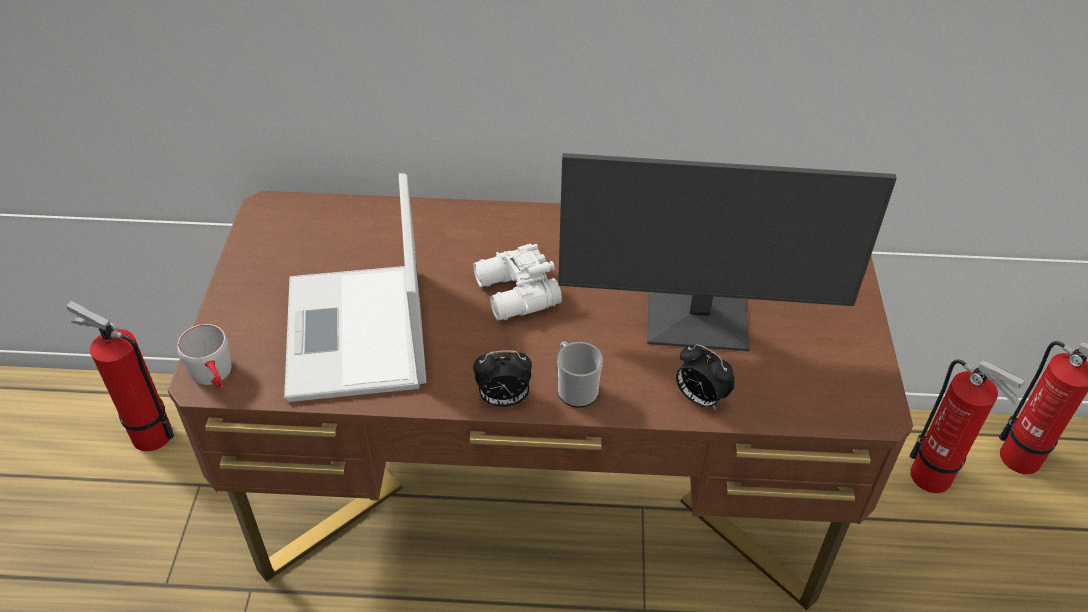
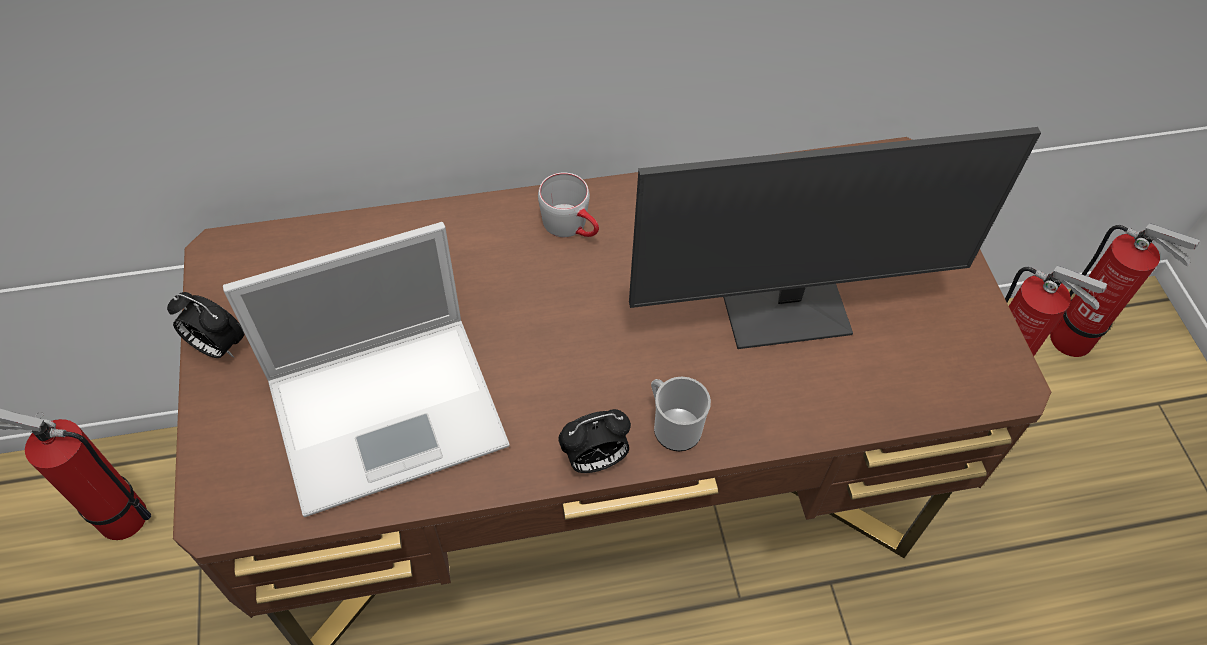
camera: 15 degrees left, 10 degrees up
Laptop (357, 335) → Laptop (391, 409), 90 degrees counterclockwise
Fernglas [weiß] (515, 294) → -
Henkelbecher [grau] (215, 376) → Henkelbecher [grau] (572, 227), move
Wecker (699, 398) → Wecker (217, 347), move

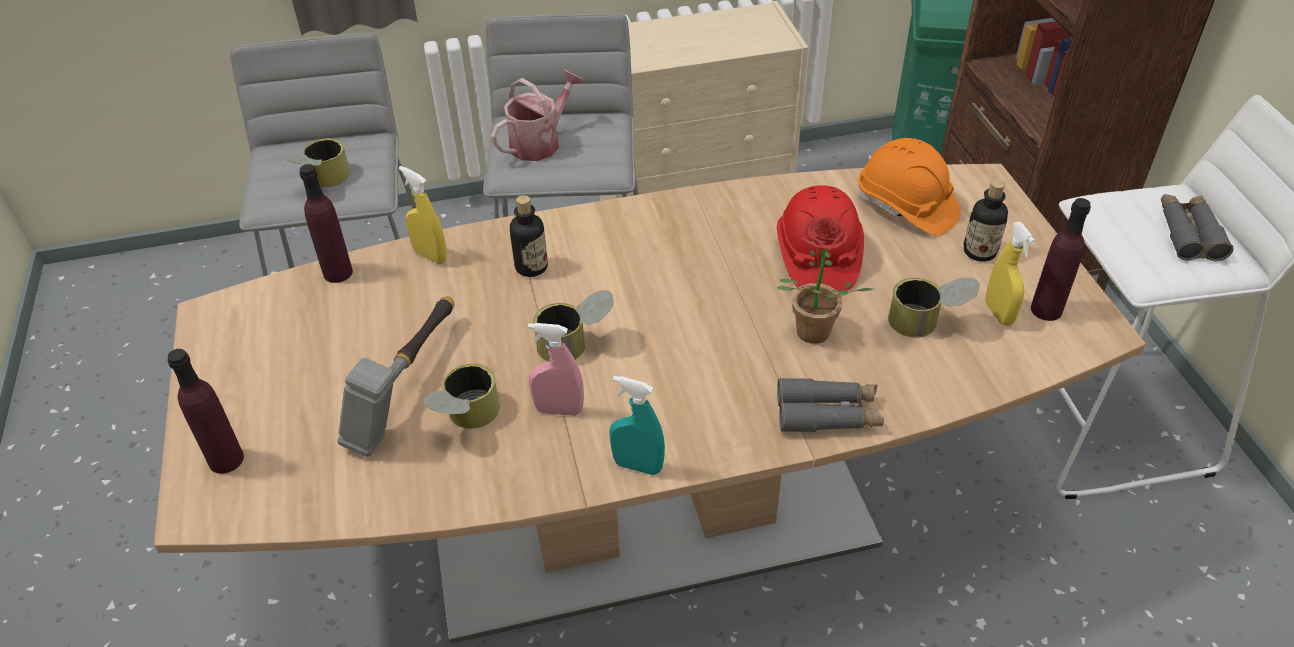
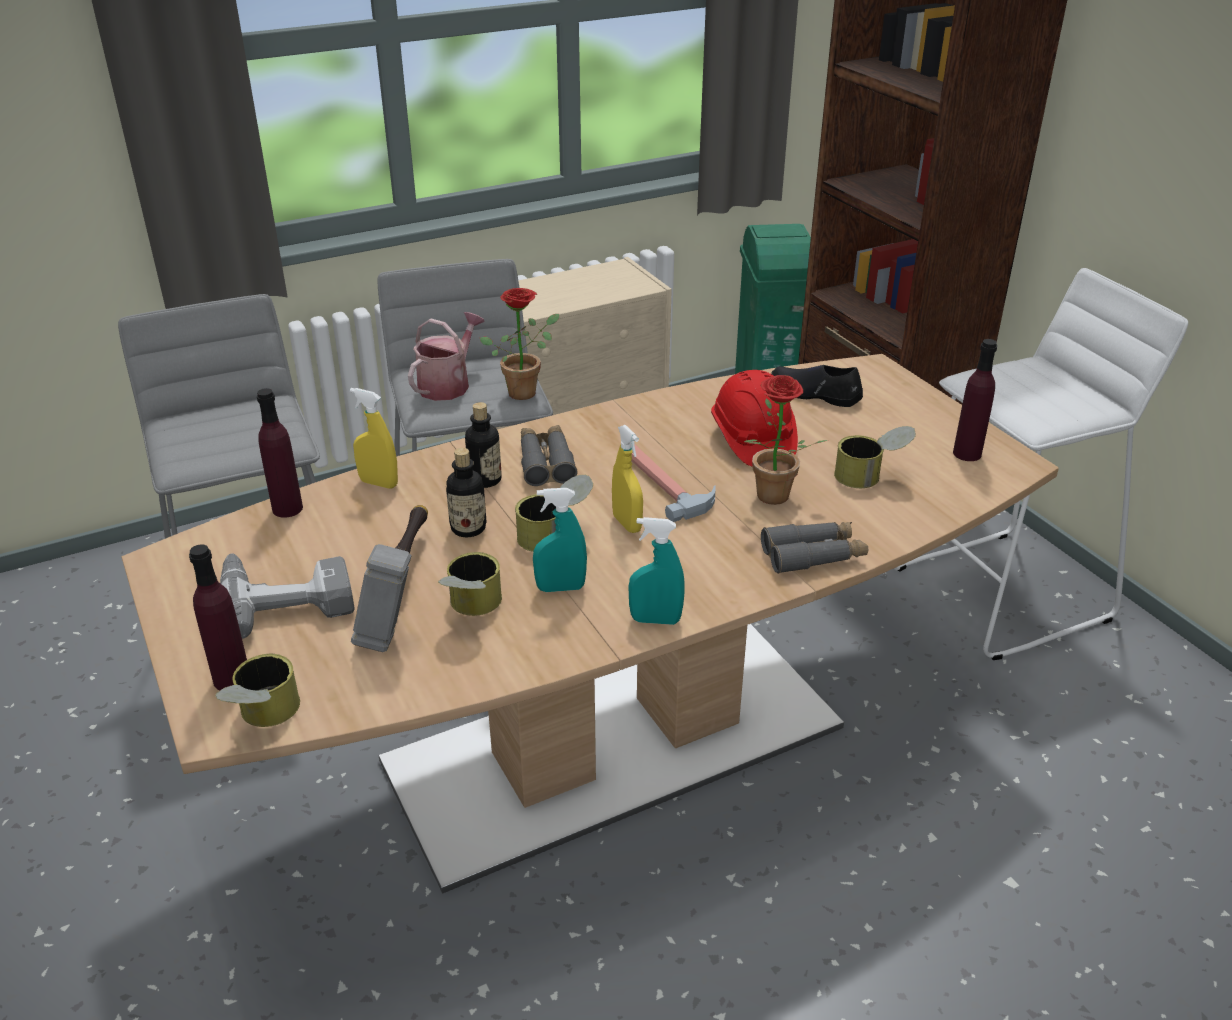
camera: 15 degrees left, 10 degrees down
Dose (322, 182) → Dose (263, 719), move
Schutzhelm [orange] (906, 207) → Schuh [schwarz] (814, 393)
Flasche (979, 252) → Flasche (468, 528), move
Fernglas [grau] (1188, 234) → Fernglas [grau] (546, 462), move
Sprühflasche [gelb] (998, 313) → Sprühflasche [gelb] (627, 524), move
Sprühflasche [rosa] (559, 410) → Sprühflasche [türkis] (560, 588)
- → Topfpflanze (526, 391)
- → Hammer (665, 483)
- → Bohrmaschine (286, 596)

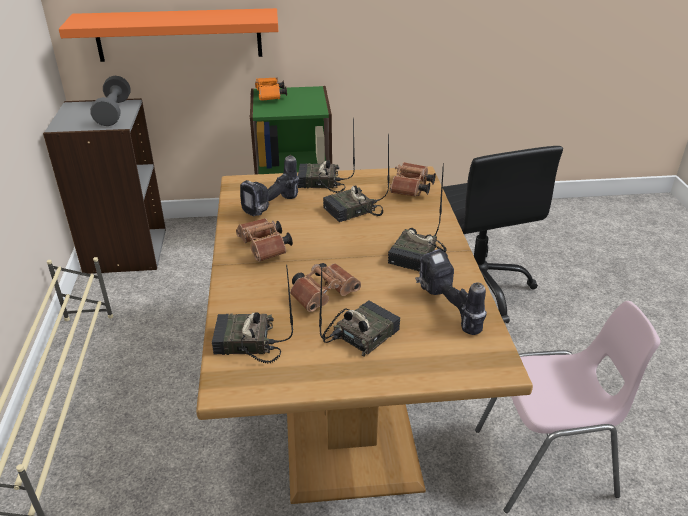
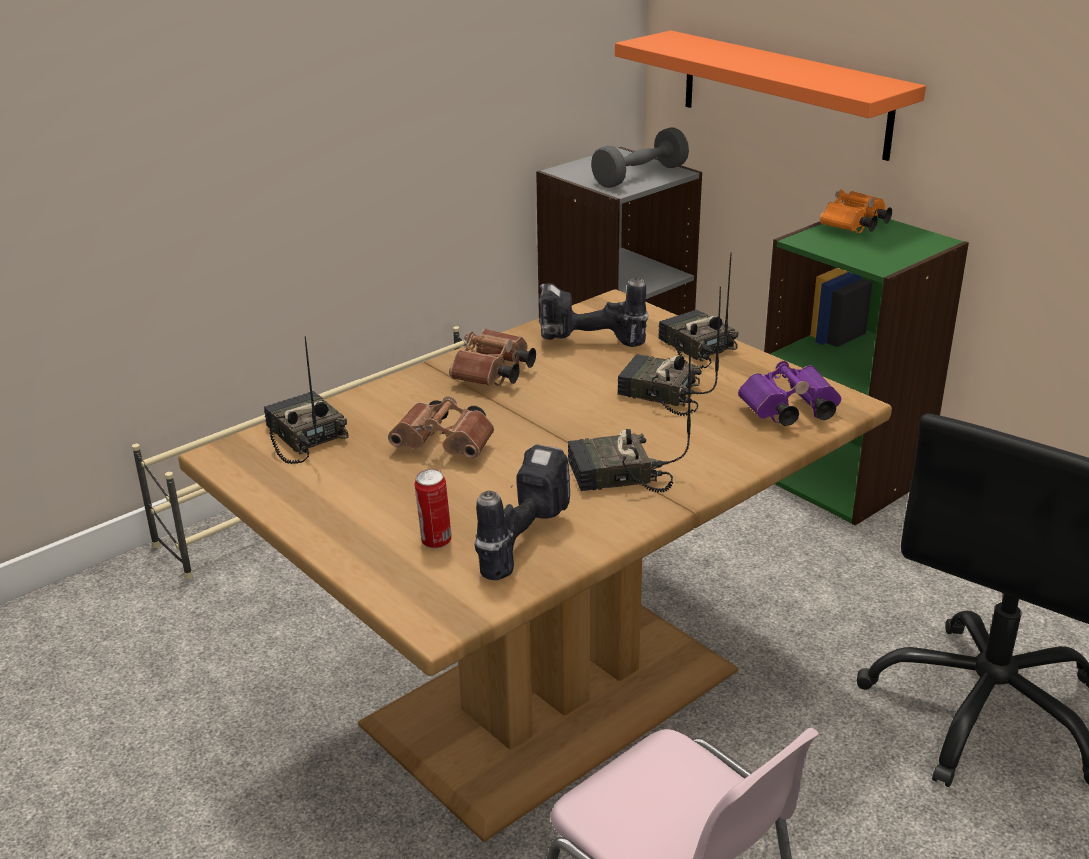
camera: 55 degrees right, 5 degrees down
Fernglas [braun] (411, 190) → Fernglas [lila] (787, 413)
Radio (360, 334) → -
- → Dose (435, 542)

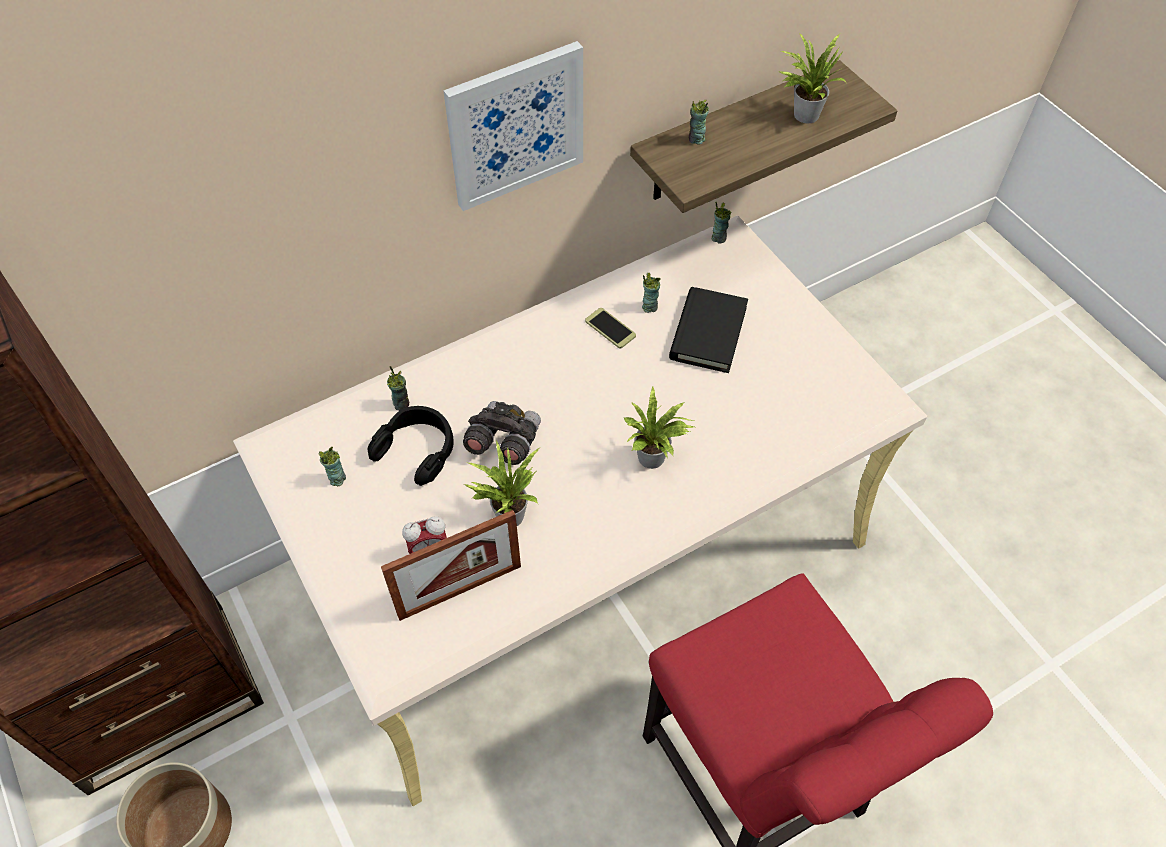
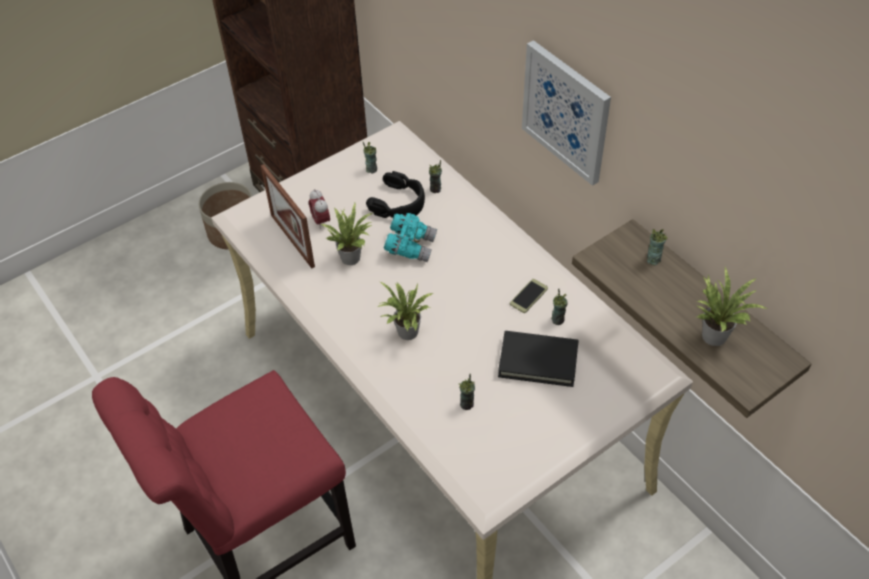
camera: 85 degrees right, 5 degrees down
Tasse (719, 237) → Tasse (467, 404), move
Fernglas [grau] (503, 442) → Fernglas [türkis] (410, 246)

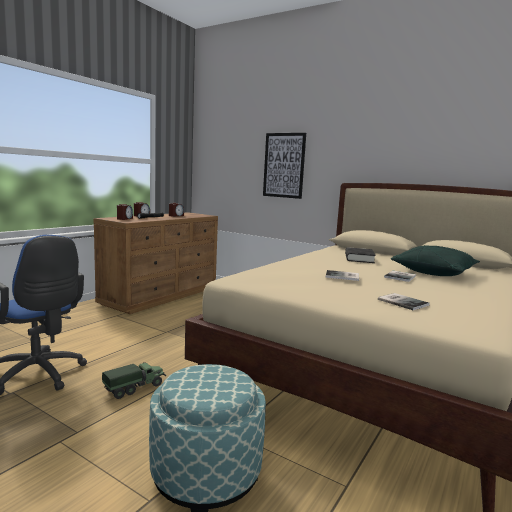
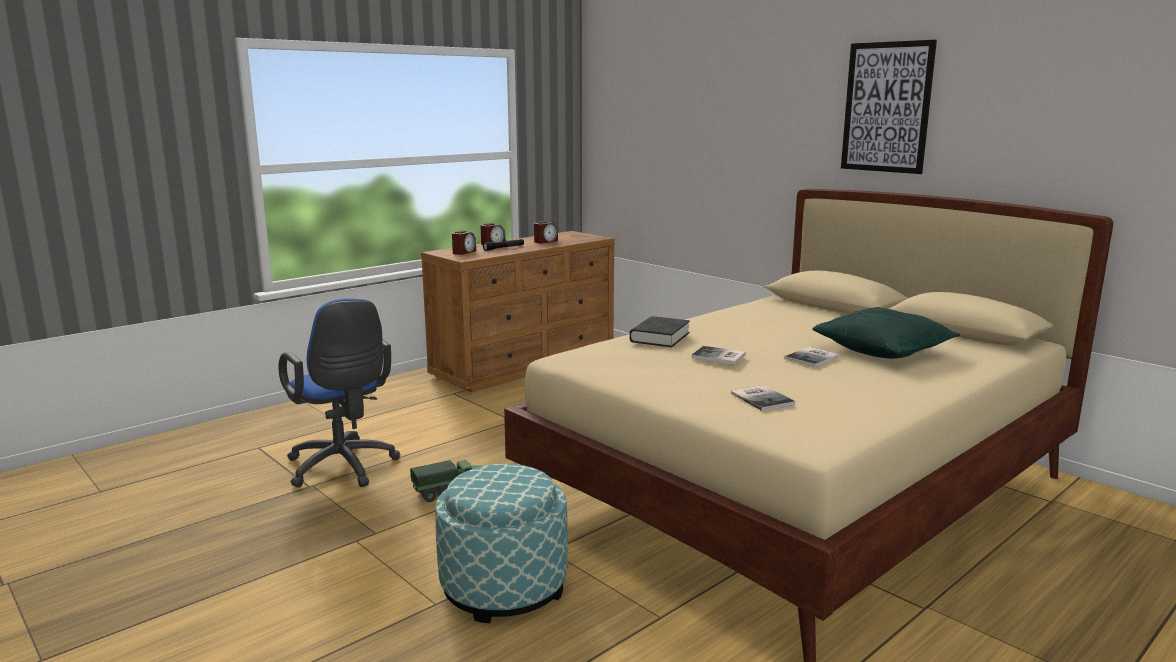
camera: 15 degrees right, 5 degrees up
Bild (284, 165) → Bild (887, 107), move
Buch [schwarz] (359, 258) → Buch [schwarz] (659, 337), move

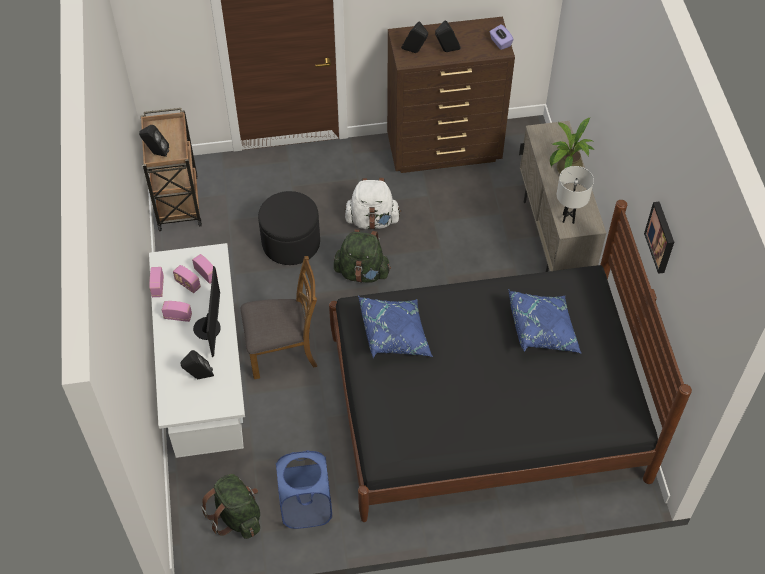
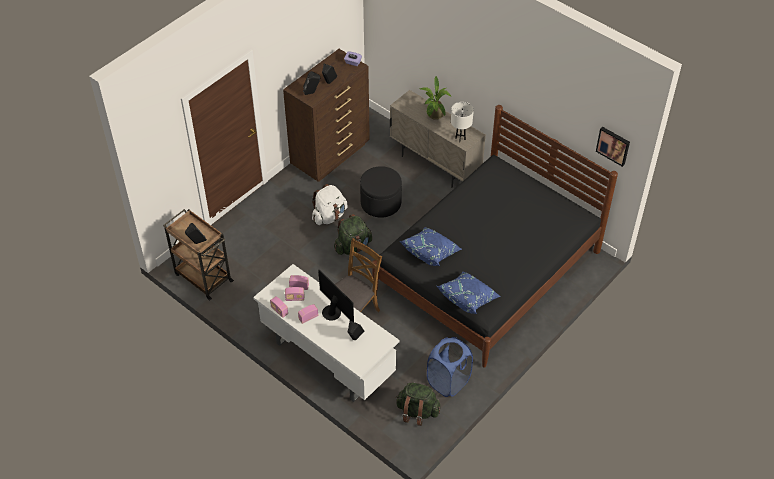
camera: 40 degrees left, 5 degrees down
Polsterhocker [schwarz] (291, 243) → Polsterhocker [schwarz] (381, 203), move
Bild (661, 237) → Bild (613, 145), move
Kissen [blau] (543, 330) → Kissen [blau] (468, 298), move

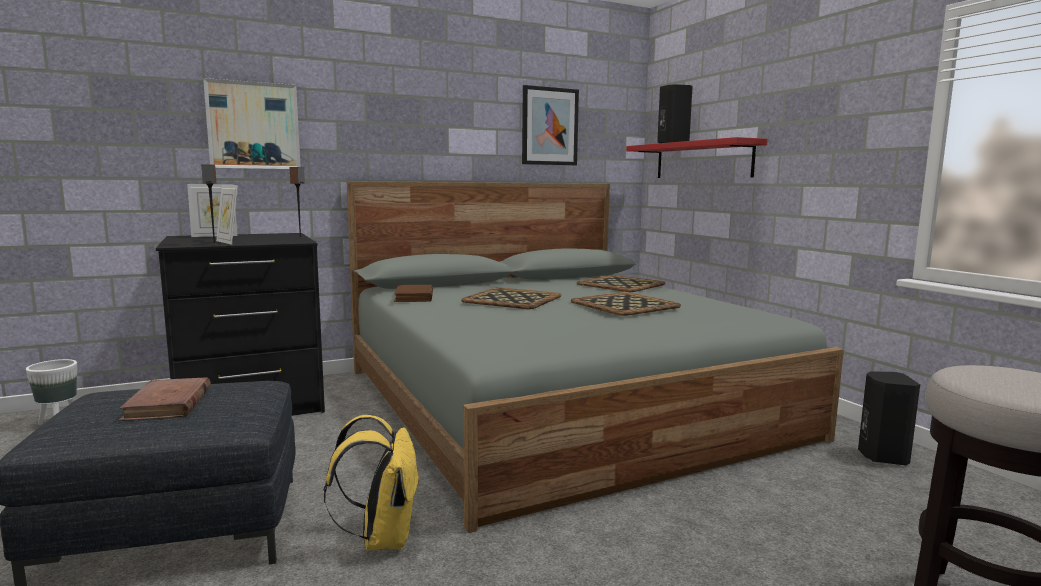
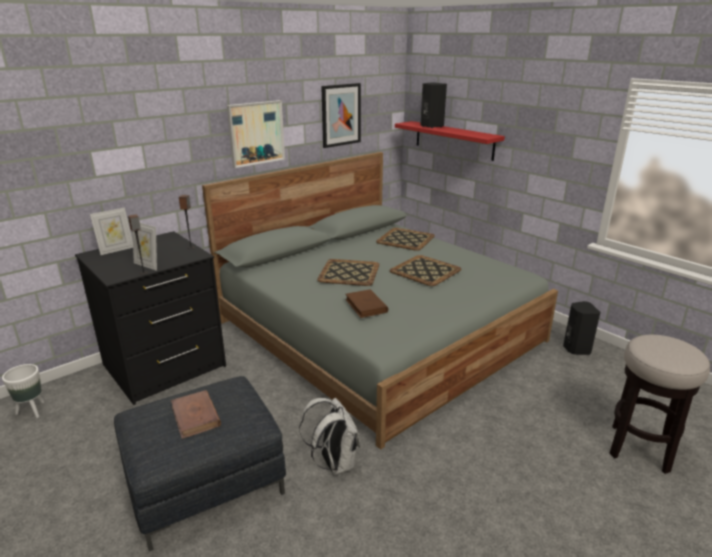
camera: 15 degrees left, 15 degrees up
Bild (253, 126) → Bild (256, 133), move
Buch [braun] (414, 297) → Buch [braun] (366, 306), move
Rucksack [gelb] (382, 538) → Rucksack [weiß] (334, 463)

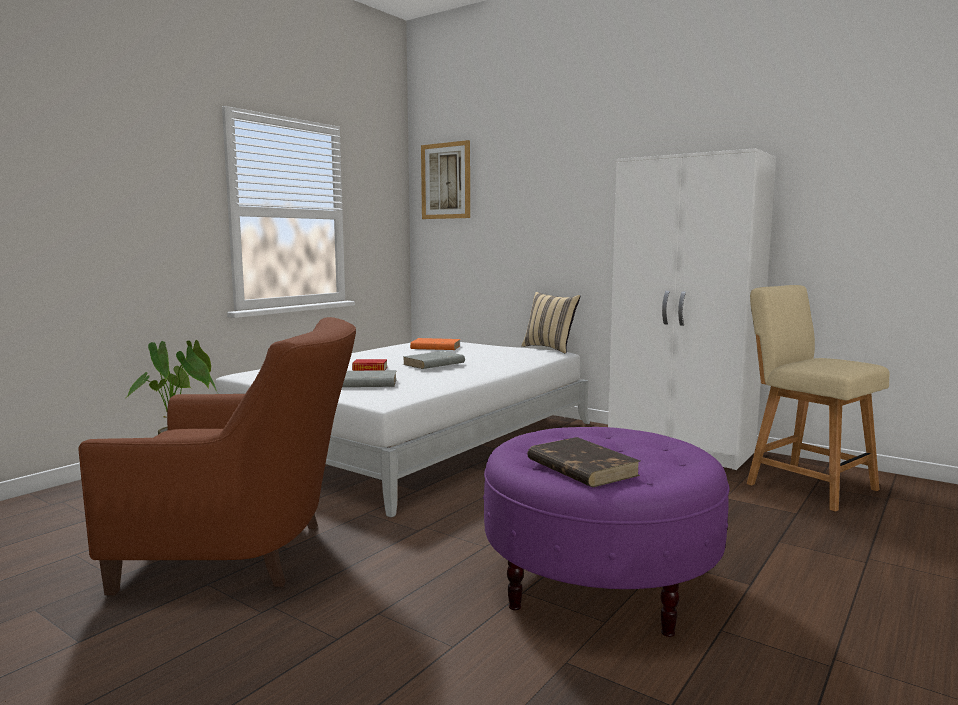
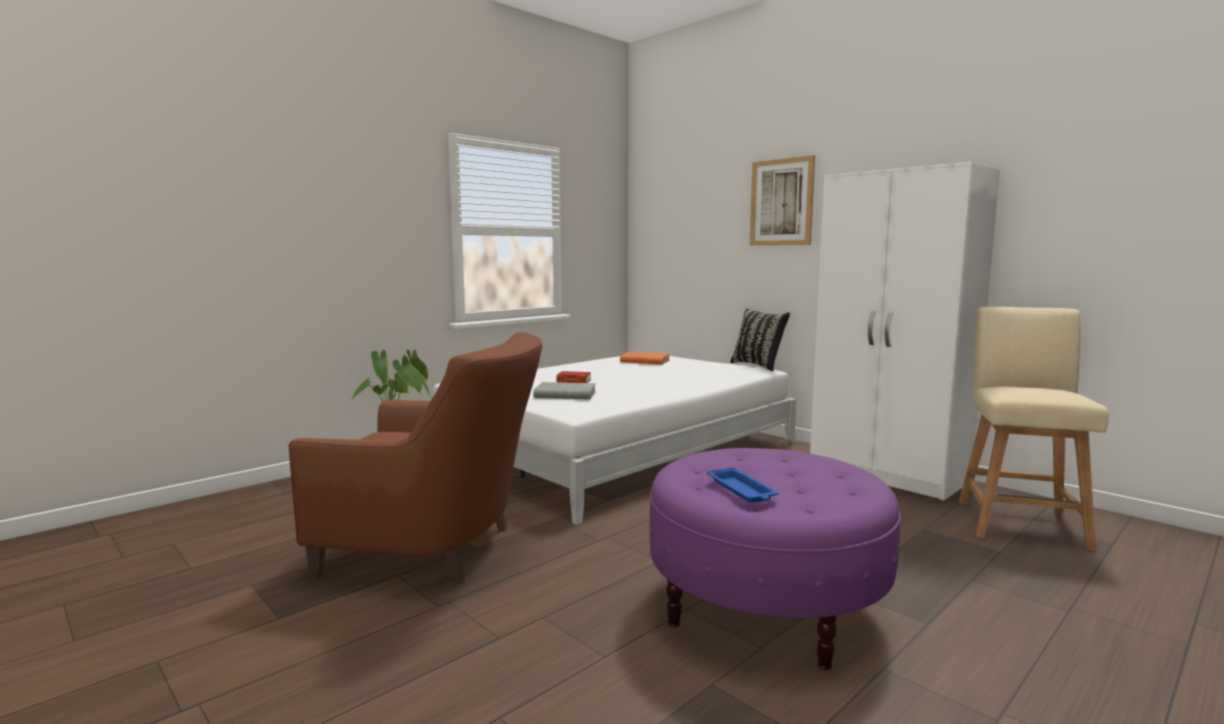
camera: 10 degrees right, 0 degrees up
Bild (446, 181) → Bild (781, 202), move
Stuhl [beige] (805, 485) → Stuhl [beige] (1019, 521), 45 degrees clockwise
Kissen [beige] (550, 348) → Kissen [schwarz] (758, 365)
Buch [grau] (433, 364) → -
Buch [braun] (581, 467) → Tablett [blau] (742, 490)

